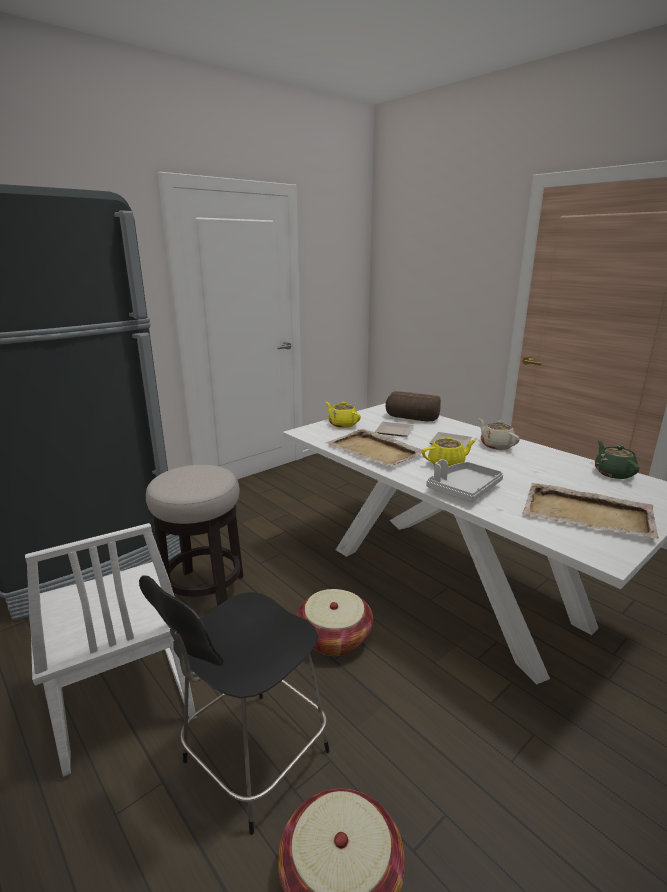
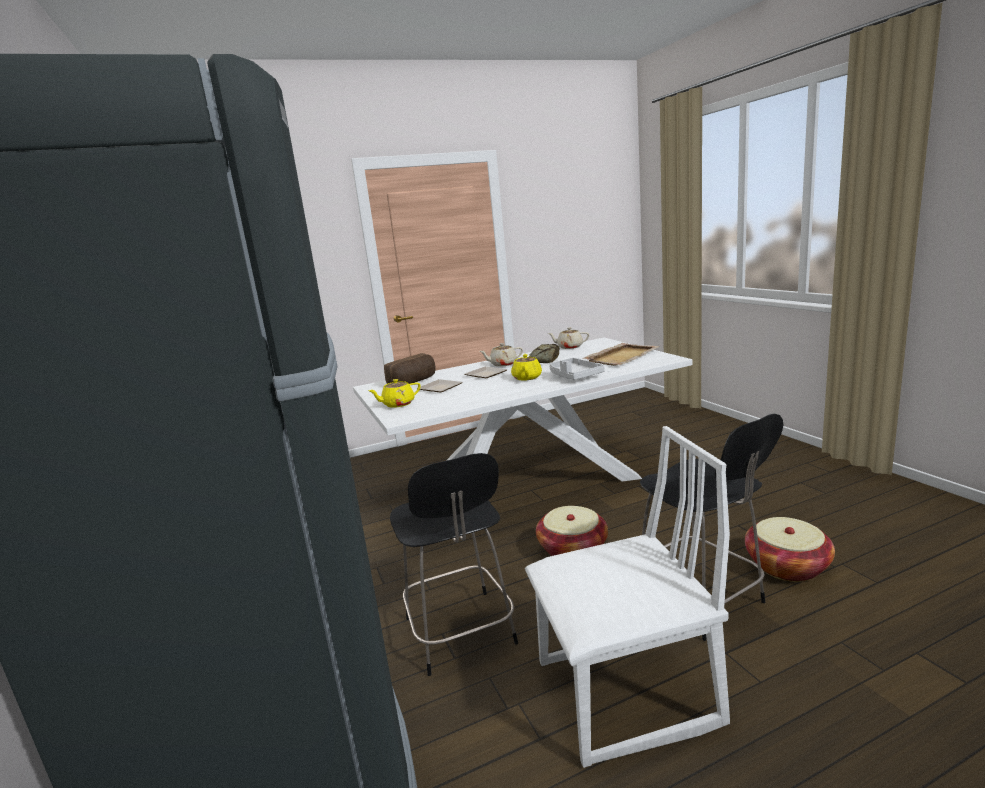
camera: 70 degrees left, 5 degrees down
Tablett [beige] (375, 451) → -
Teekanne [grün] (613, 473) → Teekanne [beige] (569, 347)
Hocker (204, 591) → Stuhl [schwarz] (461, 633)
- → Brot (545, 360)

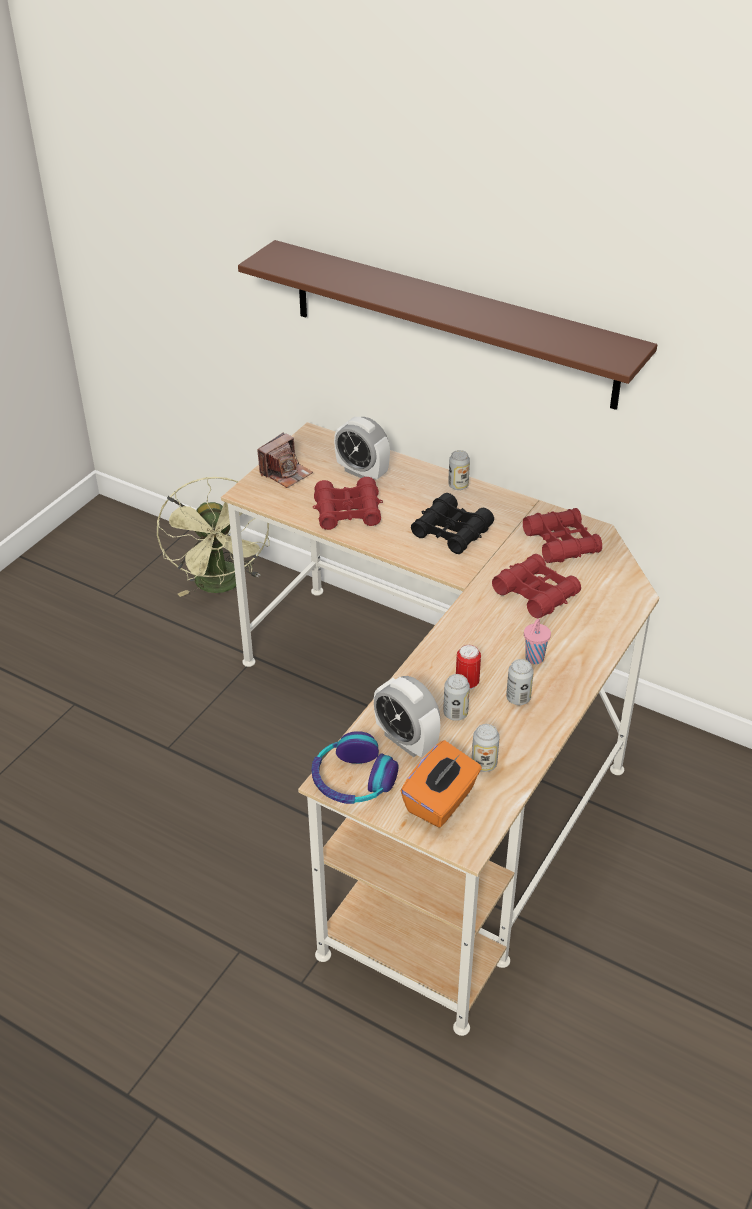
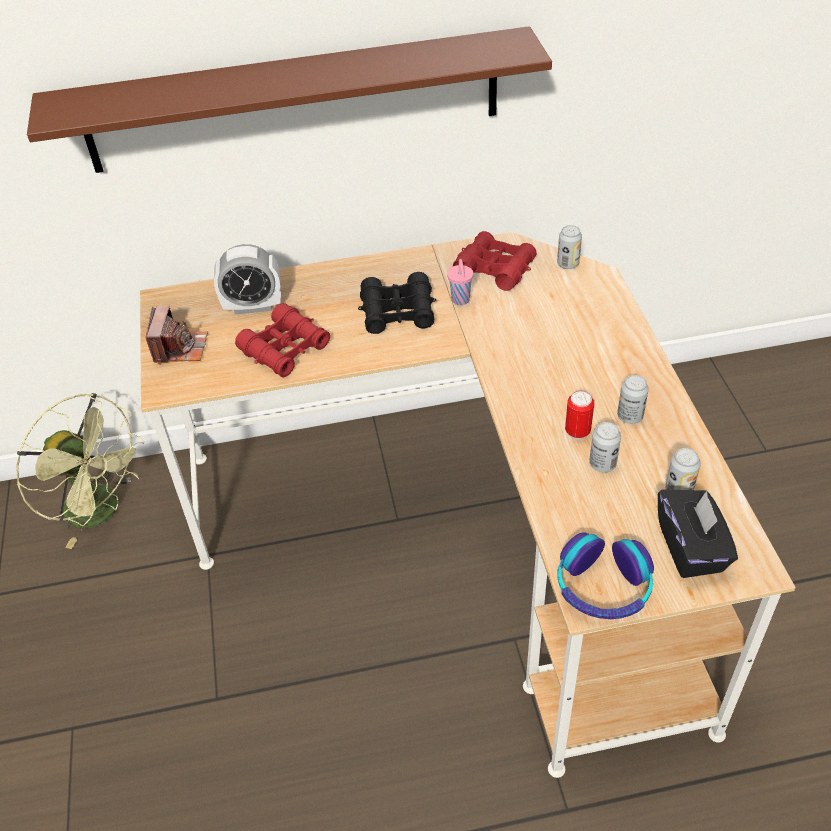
camera: 40 degrees left, 5 degrees up
Dose (458, 485) → Dose (568, 264), move
Fernglas [rot] (536, 593) → -
Tasse [rosa] (534, 659) → Tasse [rosa] (460, 300), move
Wecker (406, 740) → -
Taschentuchbox [orange] (441, 801) → Taschentuchbox [schwarz] (691, 548)

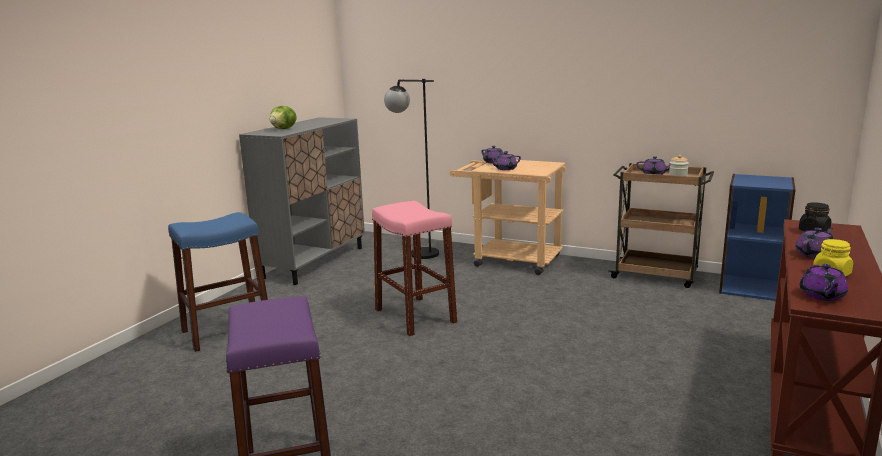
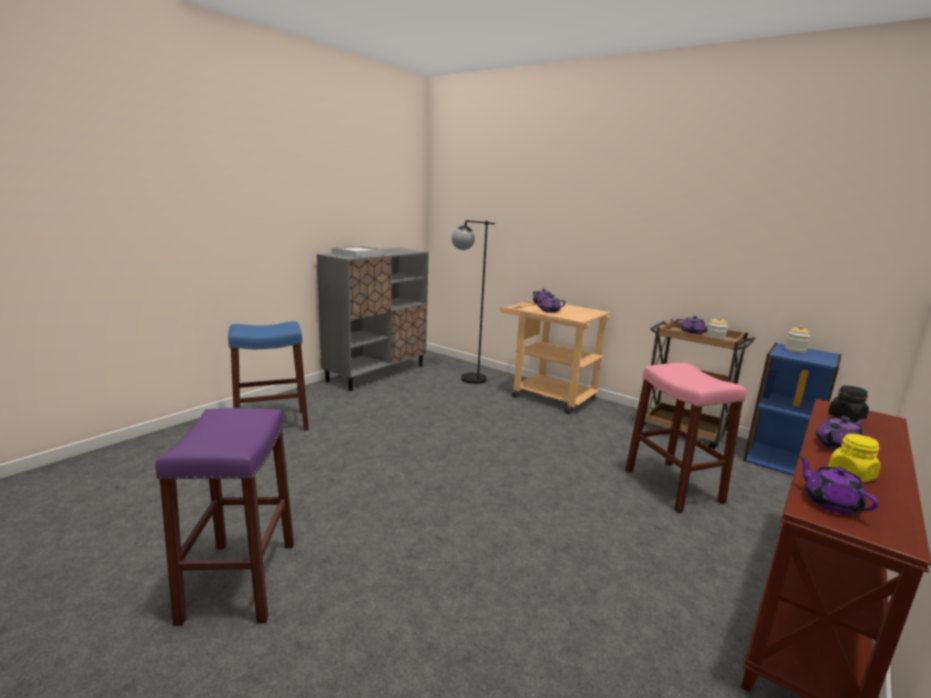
camera: 10 degrees right, 0 degrees up
Salatkopf (284, 129) → Tablett [weiß] (357, 254)
Hocker [rosa] (415, 316) → Hocker [rosa] (673, 486), move
Teekanne [lila] (822, 296) → Teekanne [lila] (830, 502), 135 degrees clockwise
- → Vorratsglas (795, 350)

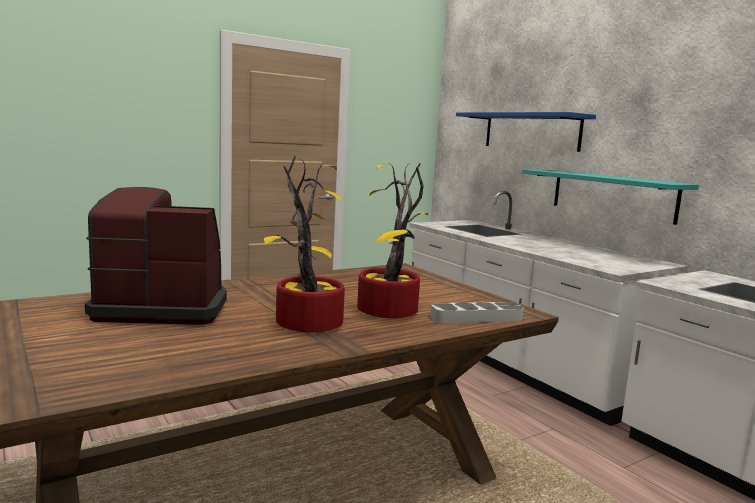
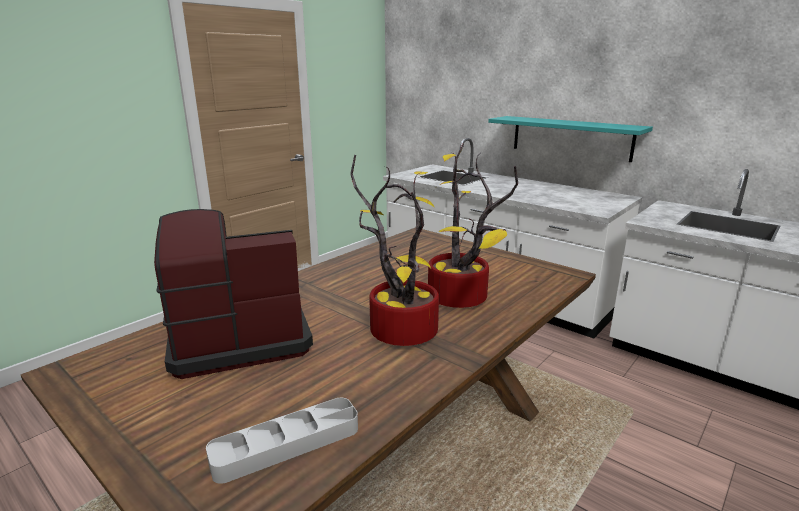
camera: 15 degrees left, 10 degrees up
Wandregal [blau] (531, 131) → -
Tablett [grau] (476, 318) → Tablett [grau] (286, 444), move

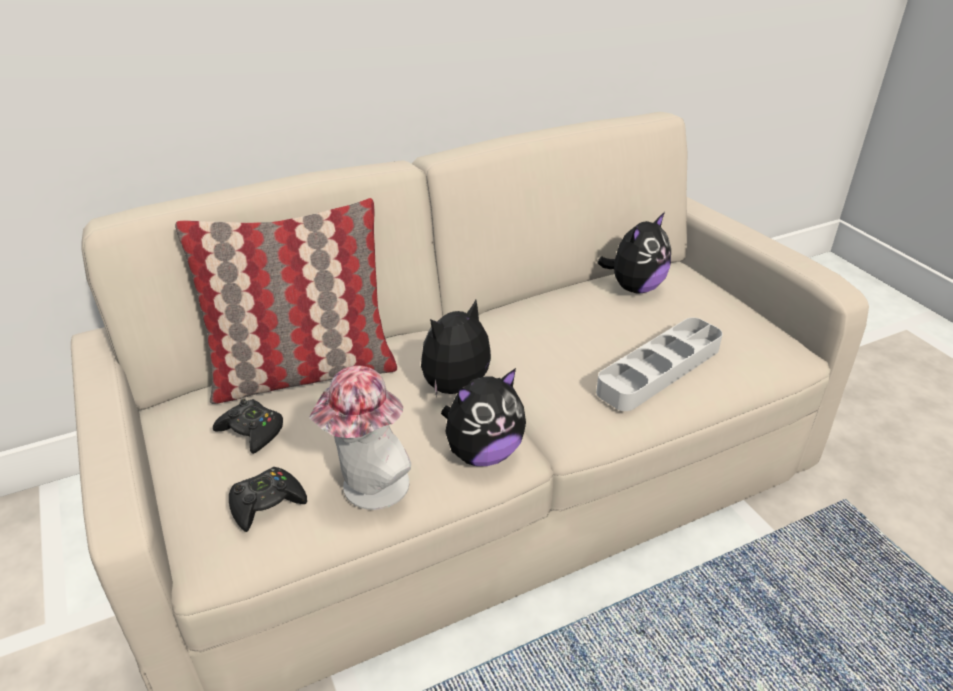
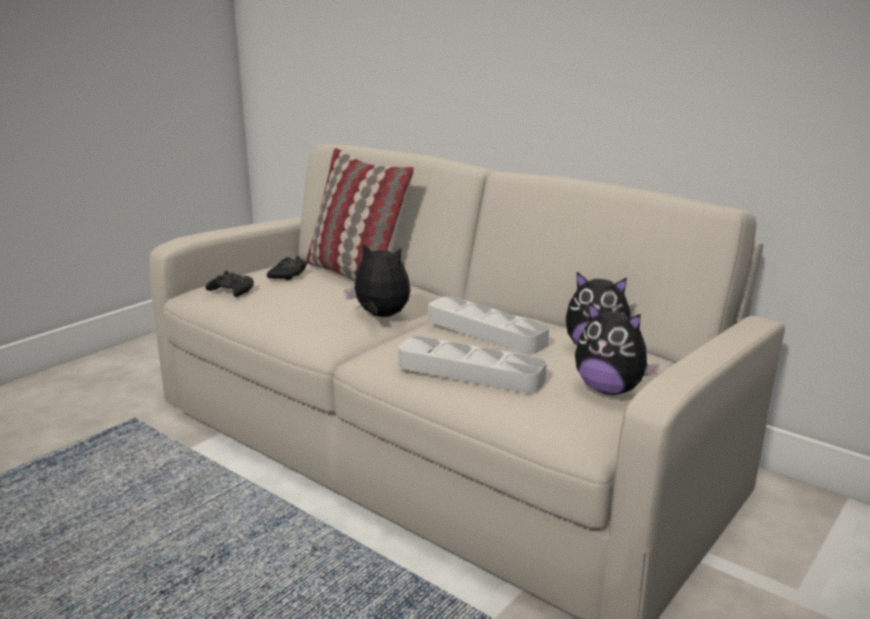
camera: 65 degrees right, 15 degrees down
Hut (369, 490) → -
Plüschtier (483, 453) → Plüschtier (609, 389), move
- → Tablett [grau] (486, 331)

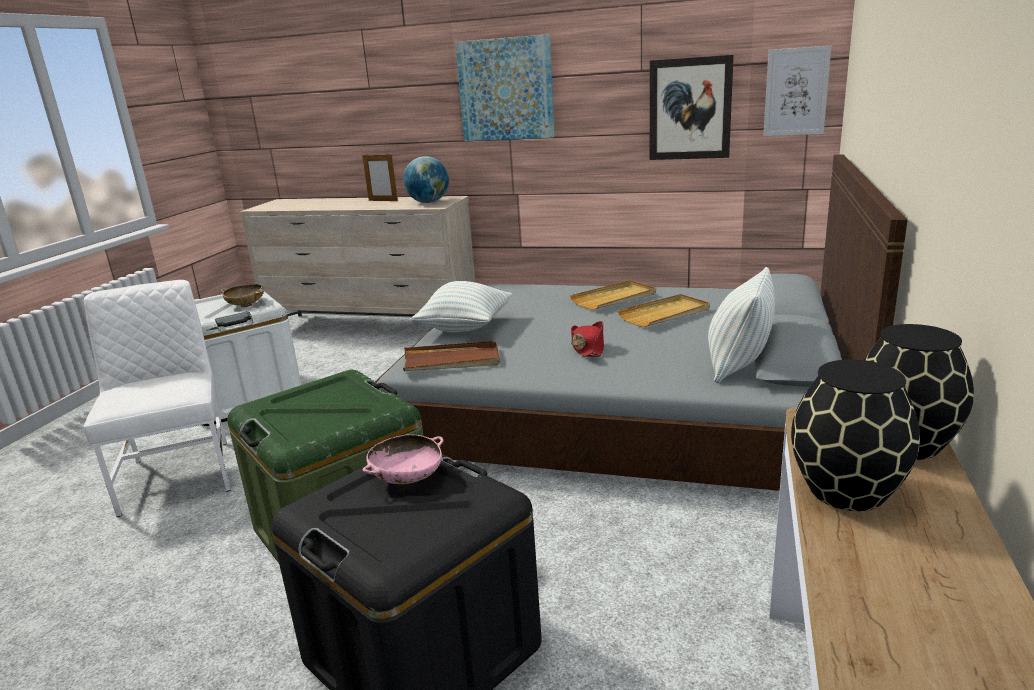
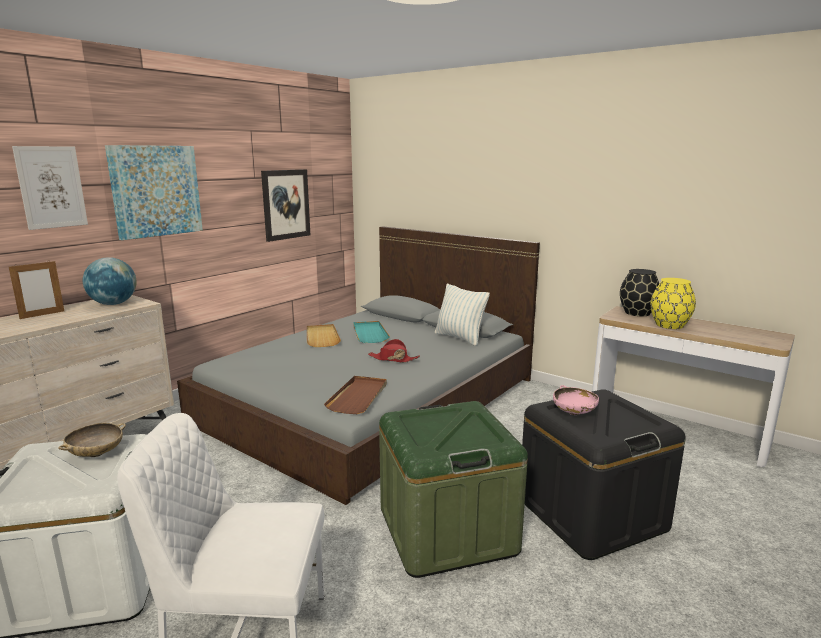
camera: 70 degrees left, 5 degrees down
Bild (796, 92) → Bild (51, 187), move
Kissen (466, 327) → -
Tablett [beige] (665, 314) → Tablett [türkis] (369, 333)
Vase [schwarz] (846, 492) → Vase [gelb] (670, 325)

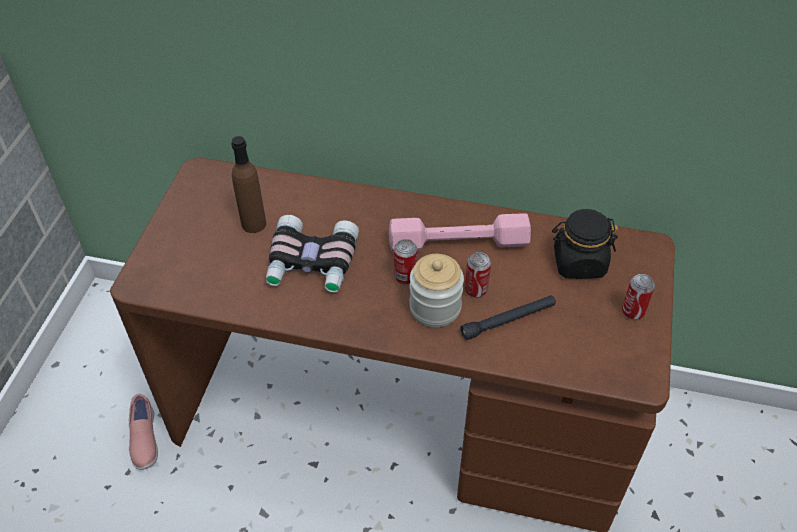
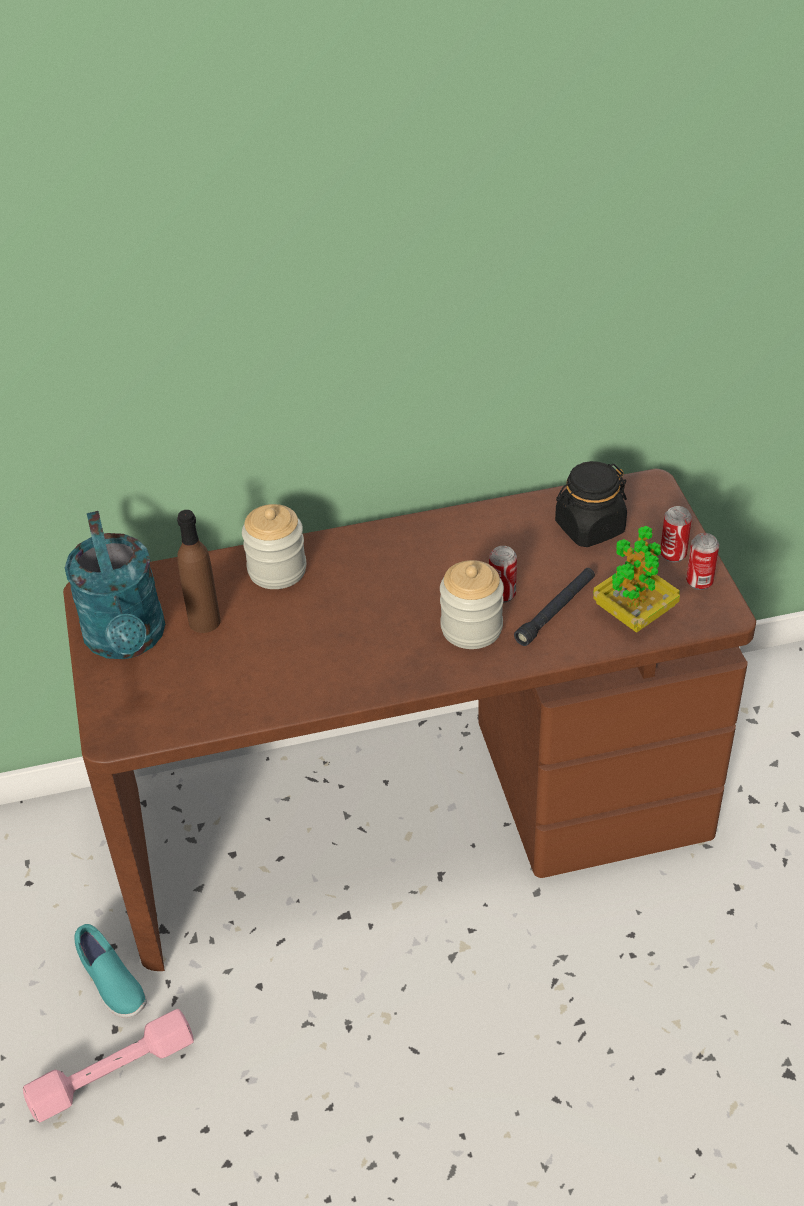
camera: 25 degrees left, 5 degrees down
Hantel [rosa] (458, 242) → Hantel [rosa] (112, 1072), move
Fernglas (311, 264) → -
Dose (405, 276) → Dose (699, 582), move
Schuh [rosa] (144, 440) → Schuh [türkis] (111, 984)
- → Vorratsglas (277, 570)
- → Gießkanne [türkis] (127, 640)
- → Topfpflanze (634, 614)

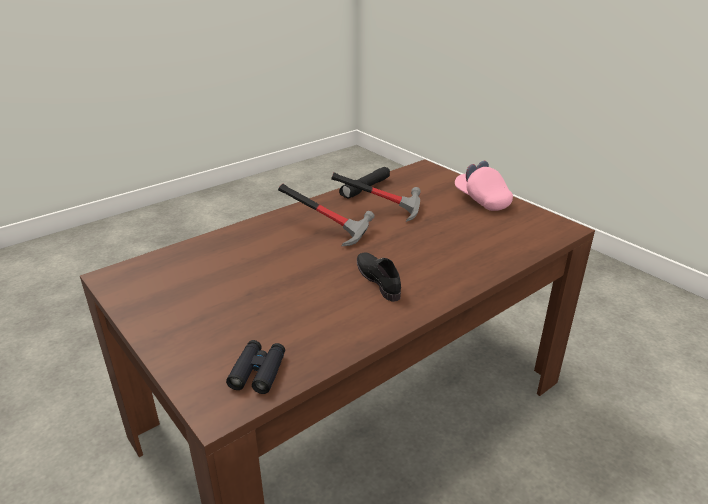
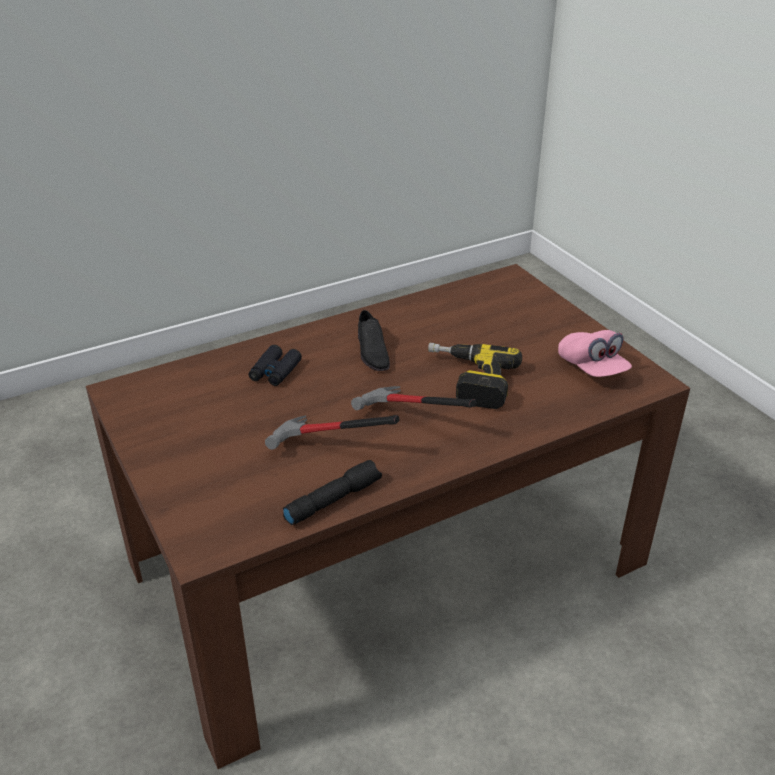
camera: 170 degrees left, 5 degrees up
Kappe [rosa] (481, 200) → Kappe [rosa] (592, 368), move
Fernglas [schwarz] (258, 372) → Fernglas [schwarz] (275, 371), move
- → Bohrmaschine (468, 381)

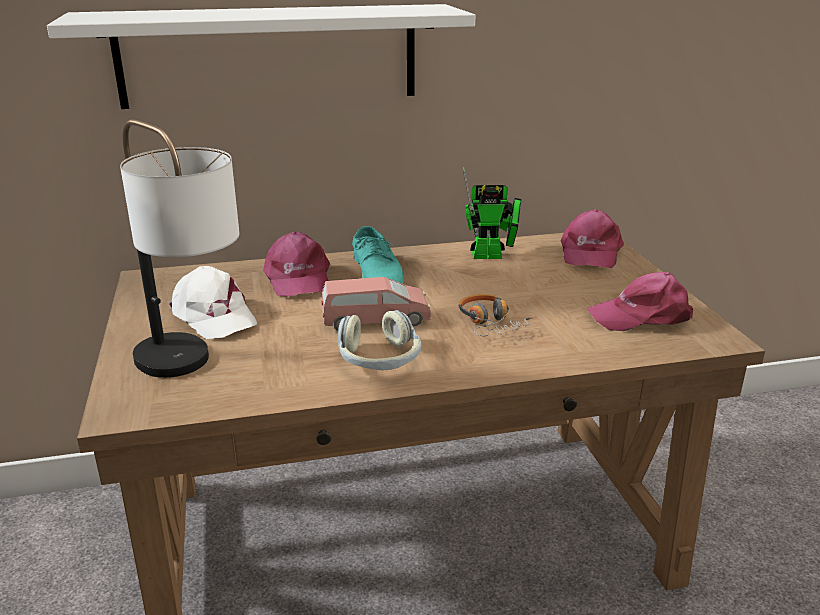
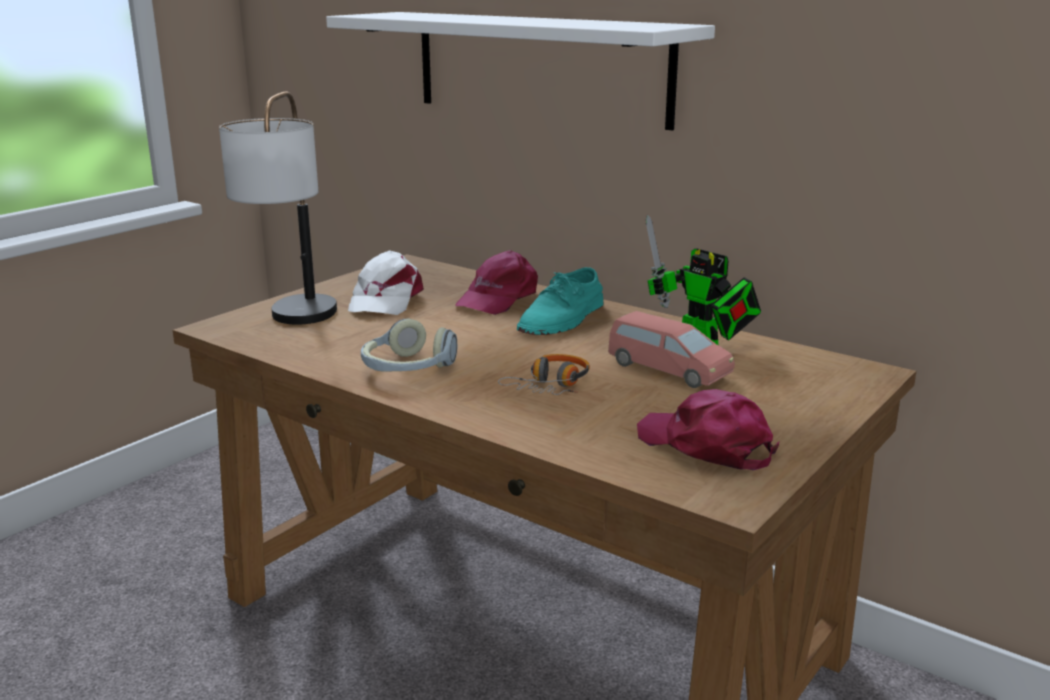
camera: 50 degrees right, 5 degrees down
Kappe [rosa] (589, 252) → -
Spielzeugauto [rosa] (375, 320) → Spielzeugauto [rosa] (668, 370), move

